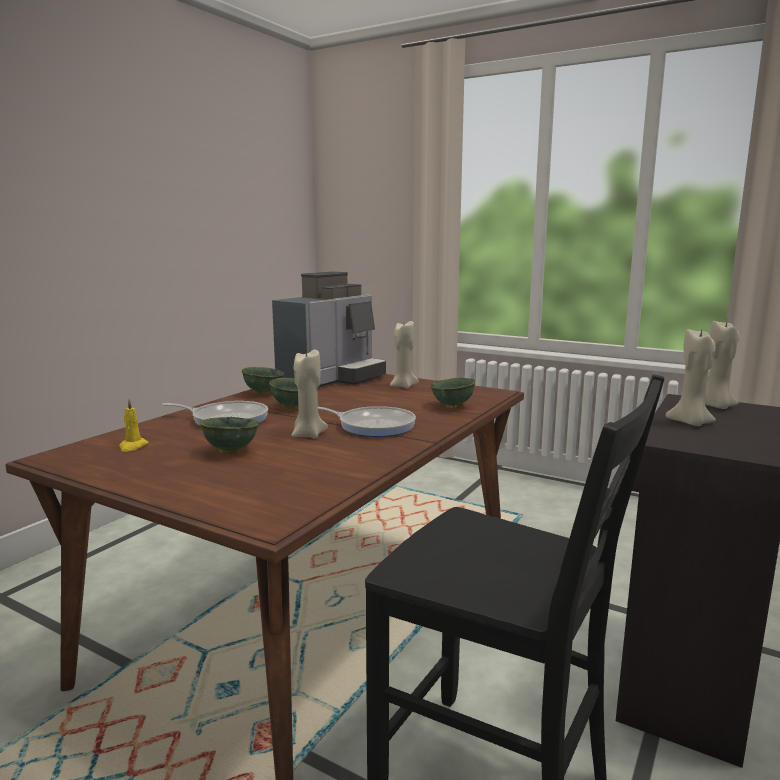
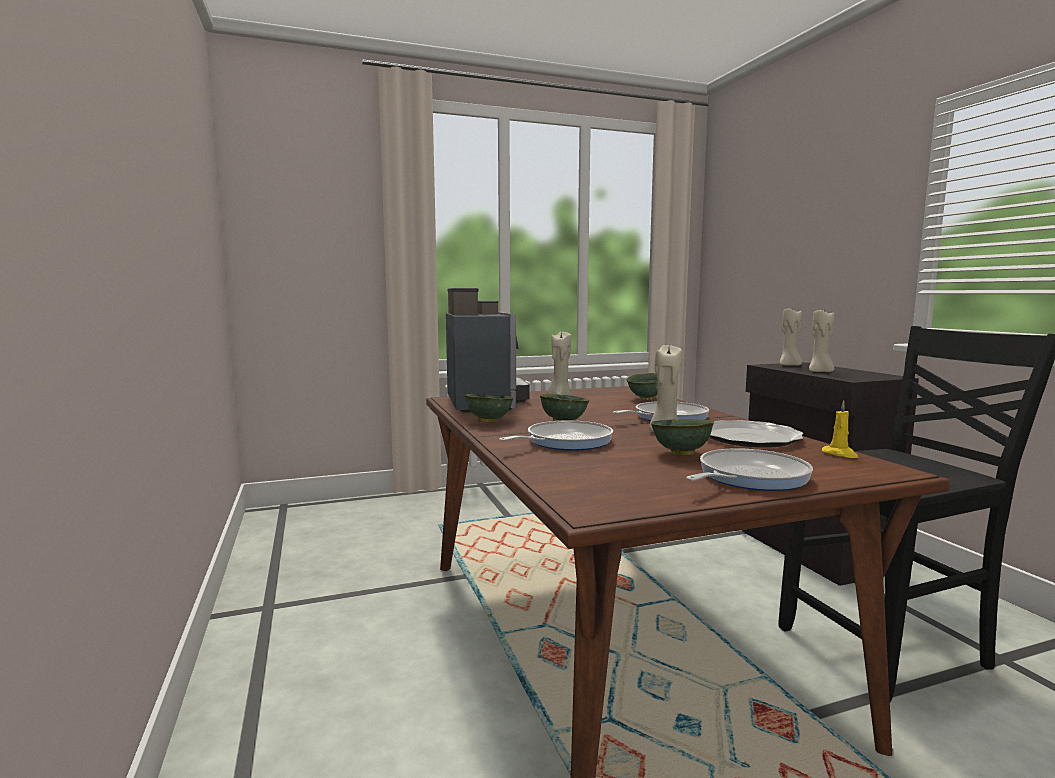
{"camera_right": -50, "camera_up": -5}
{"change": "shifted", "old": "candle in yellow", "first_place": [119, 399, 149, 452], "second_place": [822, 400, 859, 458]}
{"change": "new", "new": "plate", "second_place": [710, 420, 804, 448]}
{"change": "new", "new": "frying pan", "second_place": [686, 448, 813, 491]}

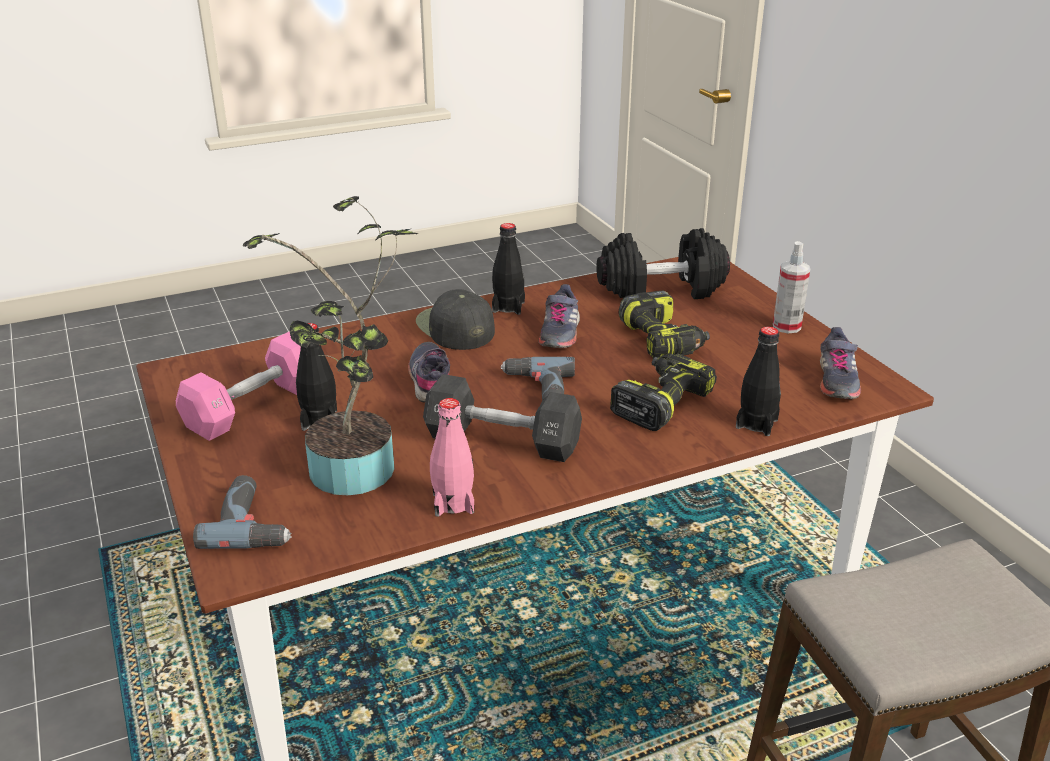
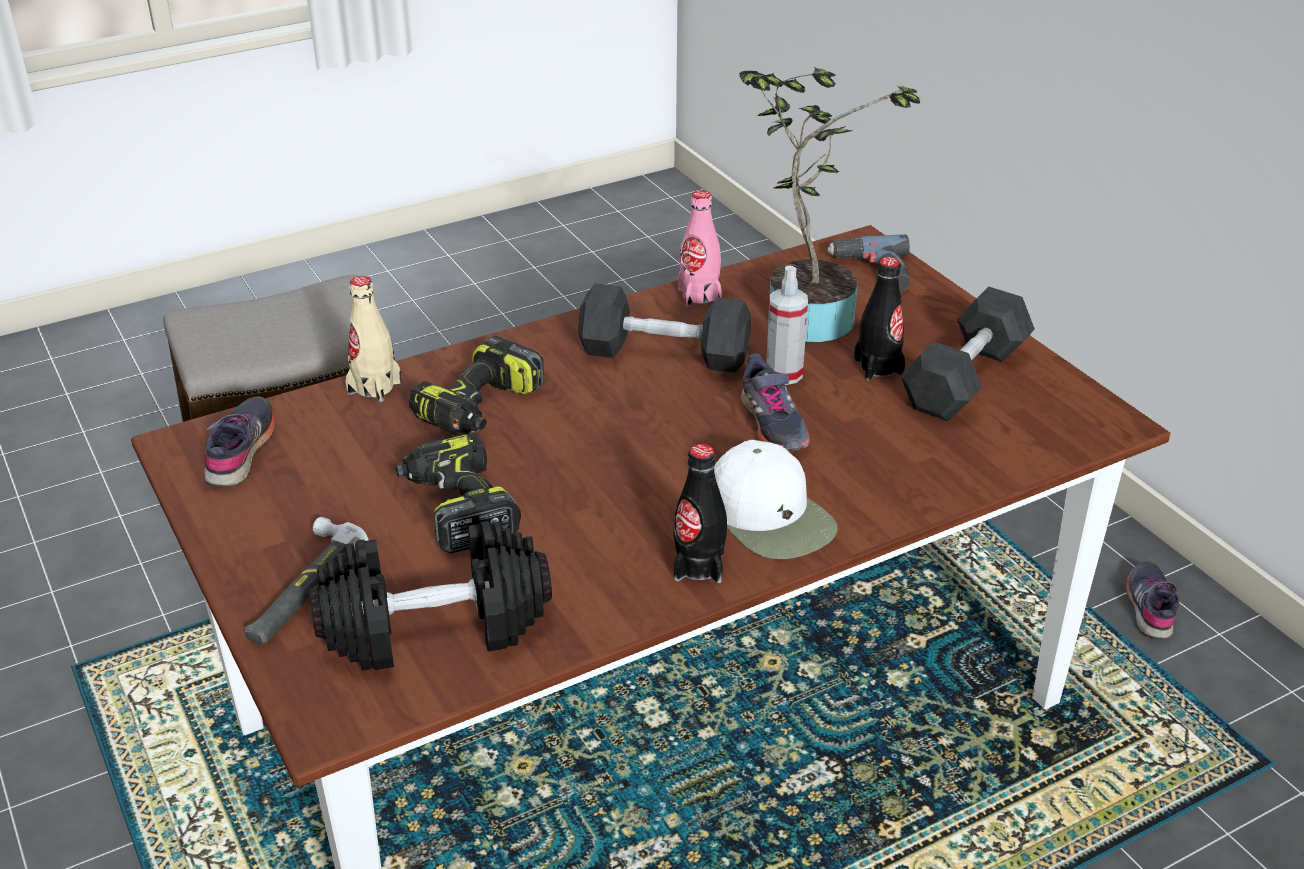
{"camera_right": 175, "camera_up": 5}
{"change": "shifted", "old": "spray bottle", "first_place": [773, 241, 810, 333], "second_place": [766, 265, 808, 385]}
{"change": "shifted", "old": "shoe in grey", "first_place": [539, 284, 580, 348], "second_place": [1126, 561, 1180, 639]}
{"change": "repainted", "old": "cap in black", "new": "cap in white", "first_place": [416, 289, 495, 350], "second_place": [714, 440, 838, 559]}
{"change": "repainted", "old": "bottle in black", "new": "bottle in beige", "first_place": [736, 327, 781, 436], "second_place": [345, 276, 401, 402]}
{"change": "repainted", "old": "dumbbell in pink", "new": "dumbbell in black", "first_place": [176, 331, 301, 441], "second_place": [900, 286, 1035, 422]}
{"change": "gone", "old": "power drill", "first_place": [501, 357, 575, 401]}
{"change": "new", "new": "hammer", "second_place": [244, 517, 369, 644]}

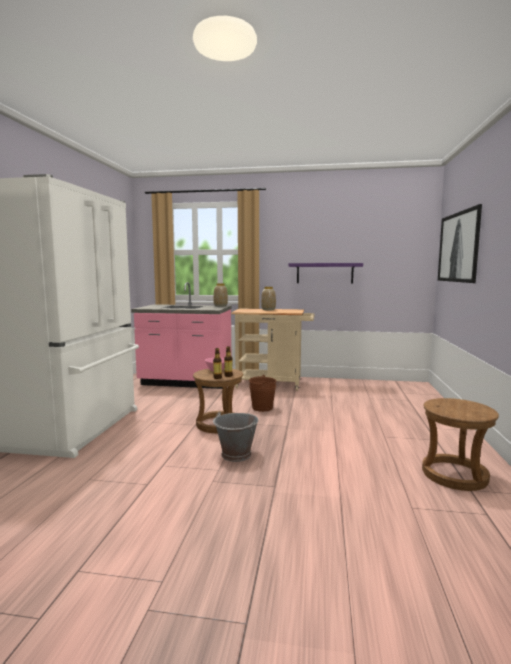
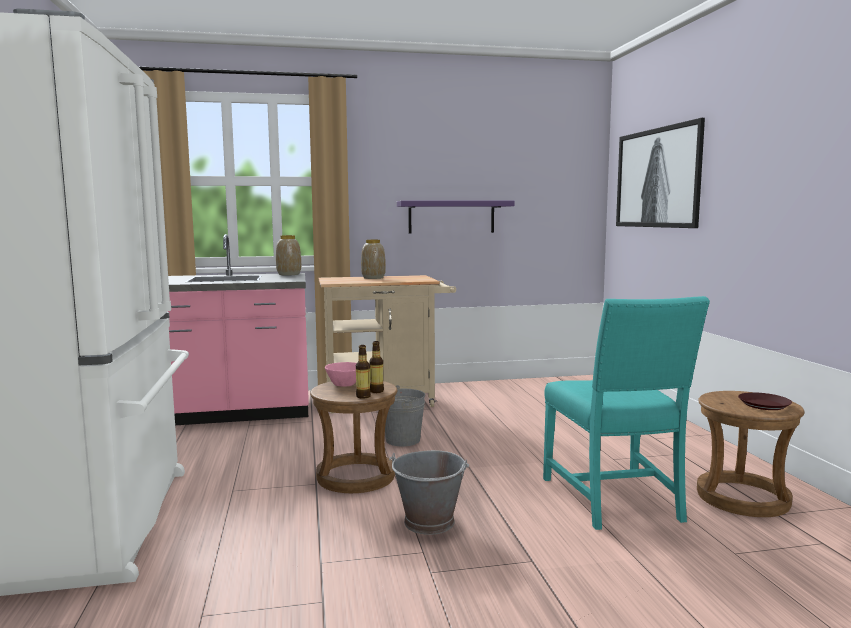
{"camera_right": -20, "camera_up": 0}
{"change": "repainted", "old": "bucket in brown", "new": "bucket in grey", "first_place": [249, 375, 276, 412], "second_place": [385, 385, 425, 446]}
{"change": "new", "new": "chair in turquoise", "second_place": [543, 296, 710, 530]}
{"change": "new", "new": "plate in brown", "second_place": [738, 392, 792, 410]}

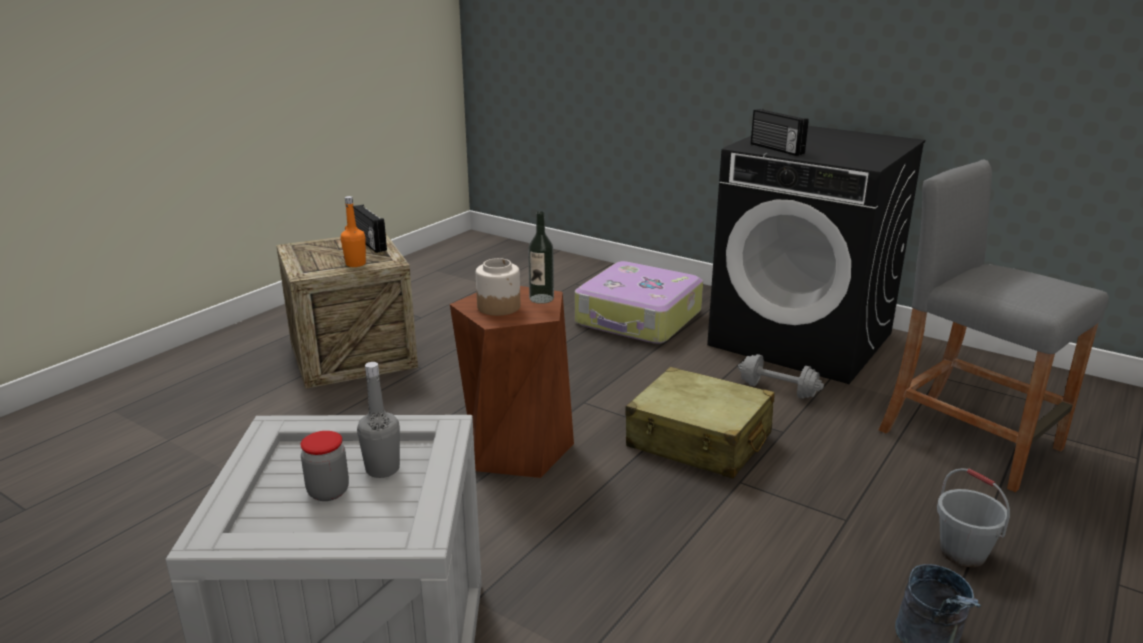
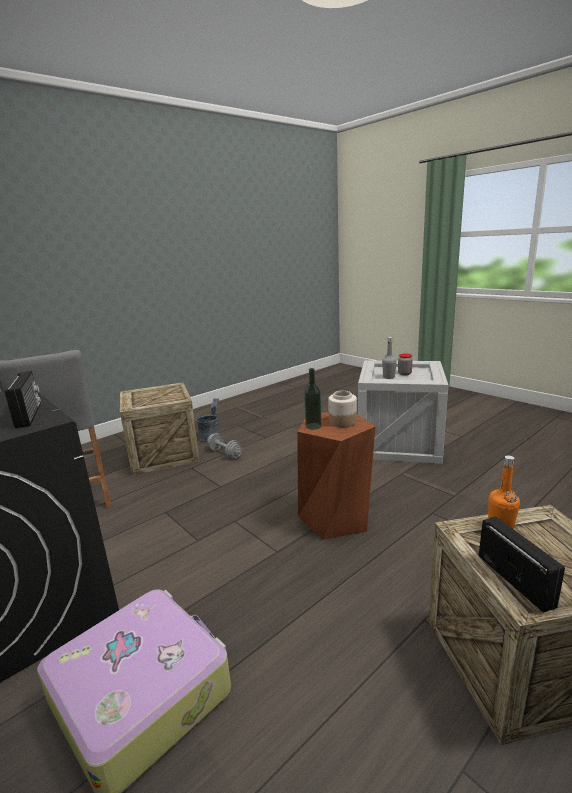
{"camera_right": -165, "camera_up": -5}
{"change": "shifted", "old": "dumbbell in grey", "first_place": [738, 354, 824, 399], "second_place": [207, 433, 242, 458]}
{"change": "gone", "old": "suitcase in beige", "first_place": [625, 367, 774, 479]}
{"change": "swapped", "old": "bucket in grey", "new": "crate", "first_place": [937, 468, 1010, 567], "second_place": [120, 382, 200, 475]}

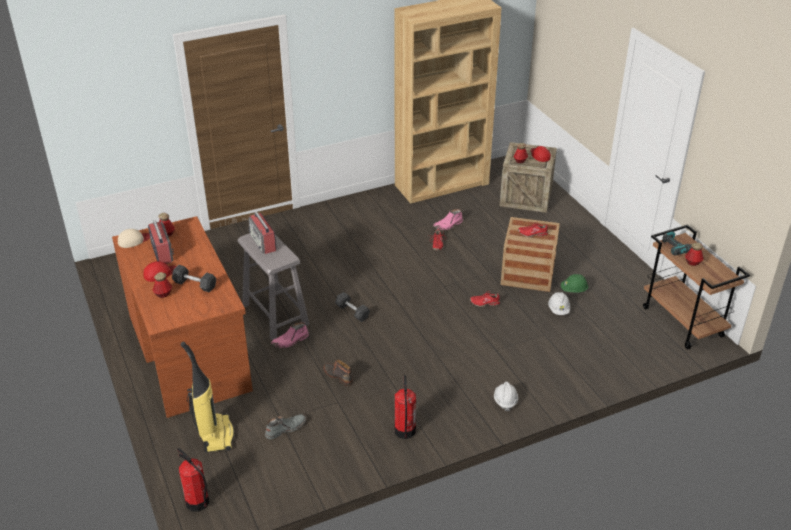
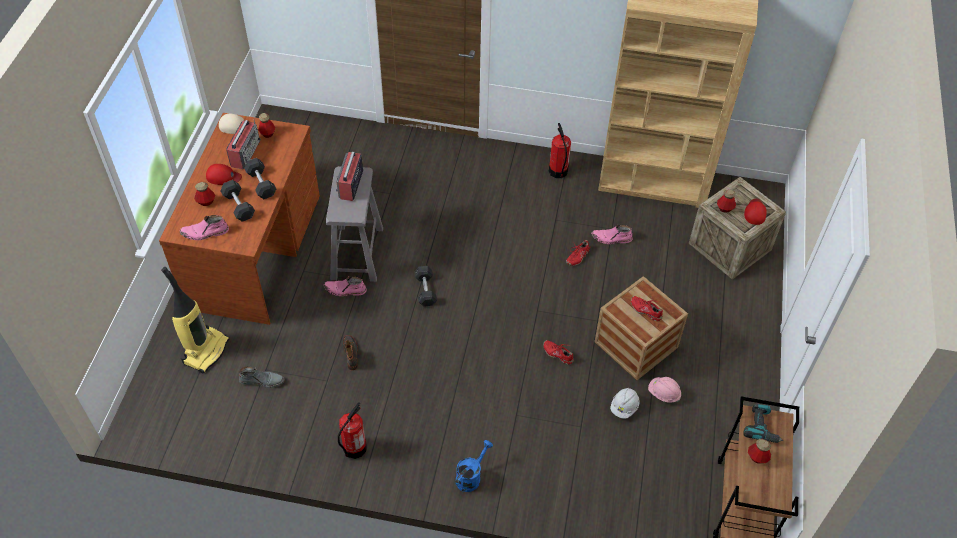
{"camera_right": 35, "camera_up": 15}
{"change": "repainted", "old": "hard hat in green", "new": "hard hat in pink", "first_place": [561, 274, 588, 293], "second_place": [648, 377, 681, 403]}
{"change": "swapped", "old": "hard hat in white", "new": "watering can in blue", "first_place": [494, 382, 518, 411], "second_place": [455, 440, 493, 492]}
{"change": "shifted", "old": "fire extinguisher", "first_place": [177, 448, 209, 512], "second_place": [549, 123, 571, 178]}
{"change": "new", "new": "dumbbell in grey", "second_place": [244, 158, 276, 199]}
{"change": "new", "new": "boot in pink", "second_place": [180, 215, 229, 240]}

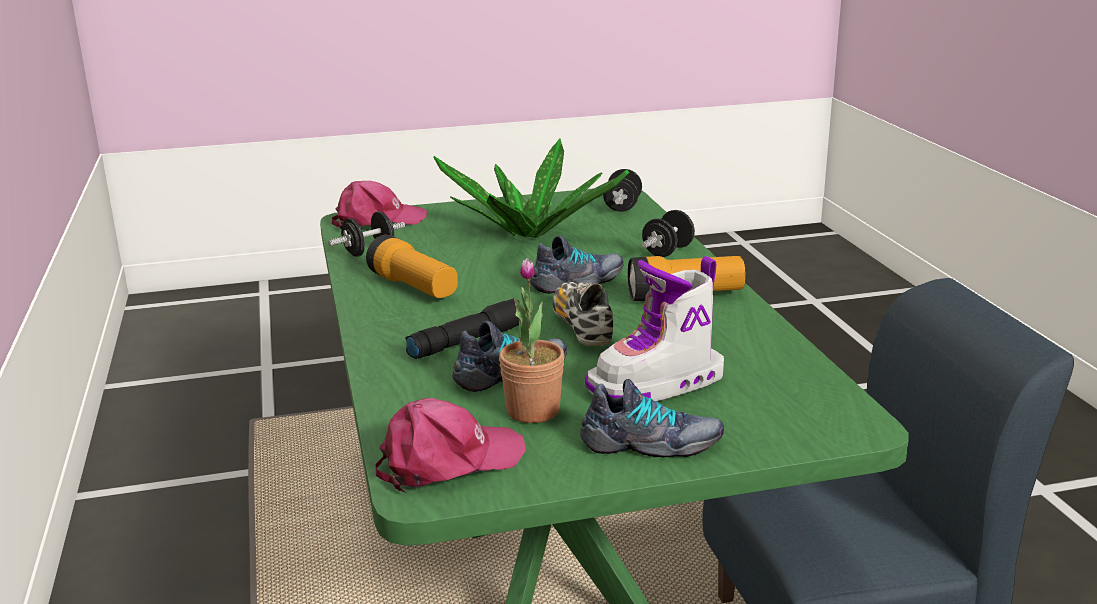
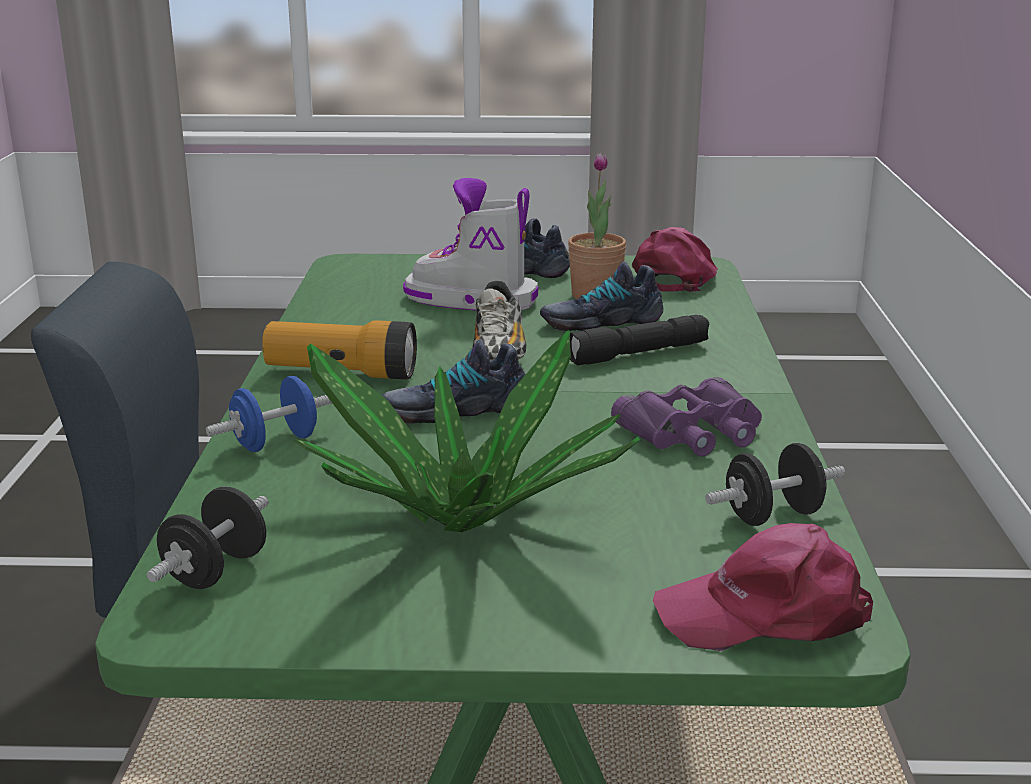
{"camera_right": -165, "camera_up": 0}
{"change": "repainted", "old": "dumbbell in black", "new": "dumbbell in blue", "first_place": [642, 210, 695, 257], "second_place": [206, 376, 332, 452]}
{"change": "swapped", "old": "flashlight", "new": "binoculars in purple", "first_place": [366, 235, 458, 298], "second_place": [611, 377, 762, 457]}
{"change": "rotated", "old": "boot", "first_place": [585, 256, 724, 401], "second_place": [403, 178, 538, 310], "degrees": -150}
{"change": "rotated", "old": "cap in pink", "first_place": [376, 398, 526, 493], "second_place": [632, 227, 718, 292], "degrees": 120}

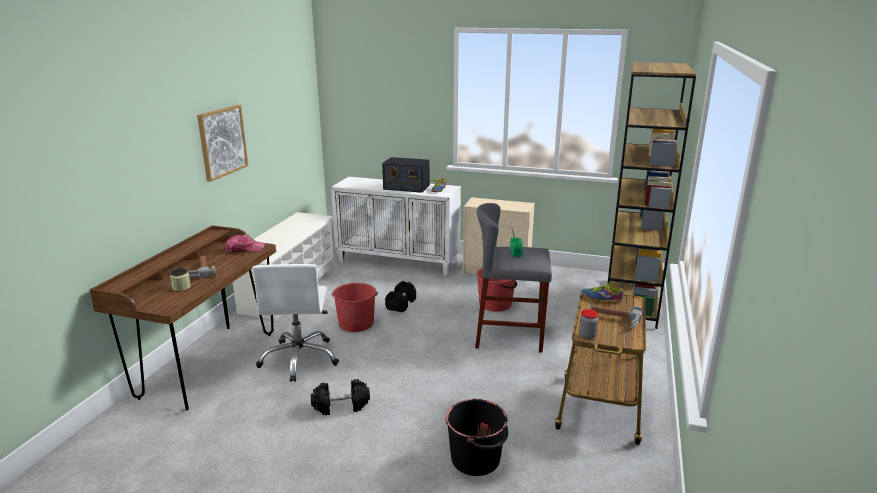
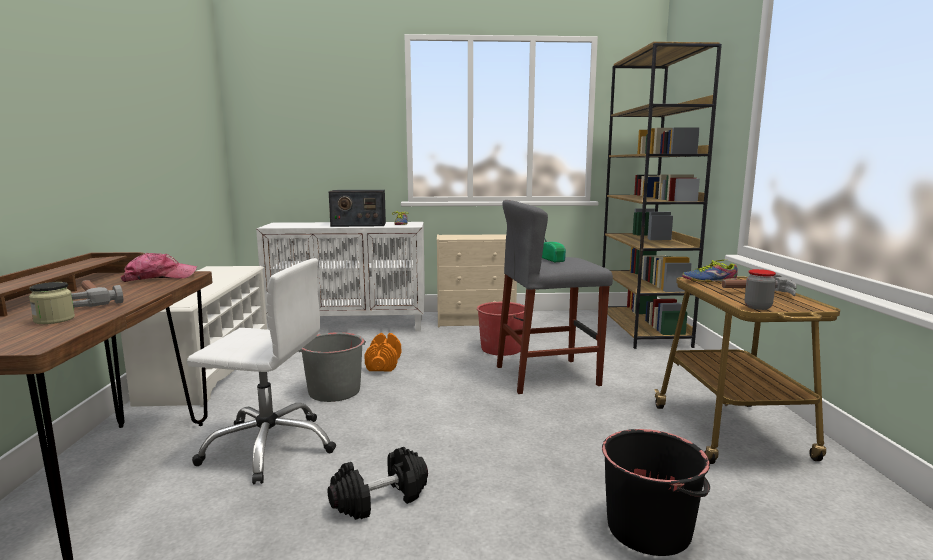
{"camera_right": -20, "camera_up": -10}
{"change": "gone", "old": "picture", "first_place": [197, 105, 248, 182]}
{"change": "rotated", "old": "office chair in white", "first_place": [252, 264, 339, 382], "second_place": [187, 258, 336, 484], "degrees": -60}
{"change": "repainted", "old": "dumbbell in black", "new": "dumbbell in orange", "first_place": [385, 281, 416, 312], "second_place": [364, 333, 401, 371]}
{"change": "repainted", "old": "bucket in red", "new": "bucket in grey", "first_place": [332, 283, 378, 332], "second_place": [298, 332, 366, 402]}

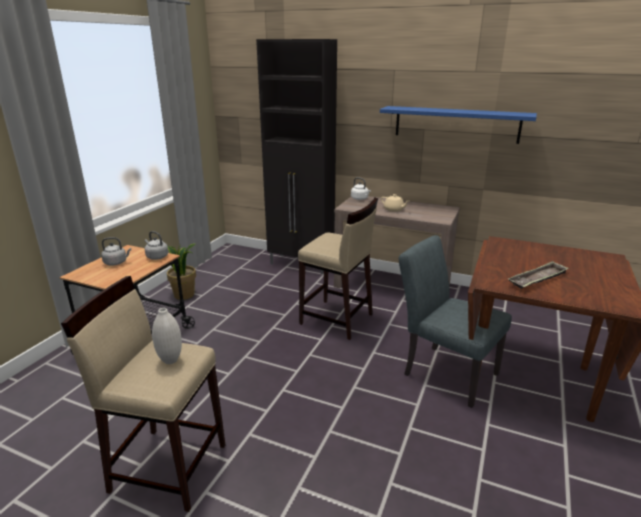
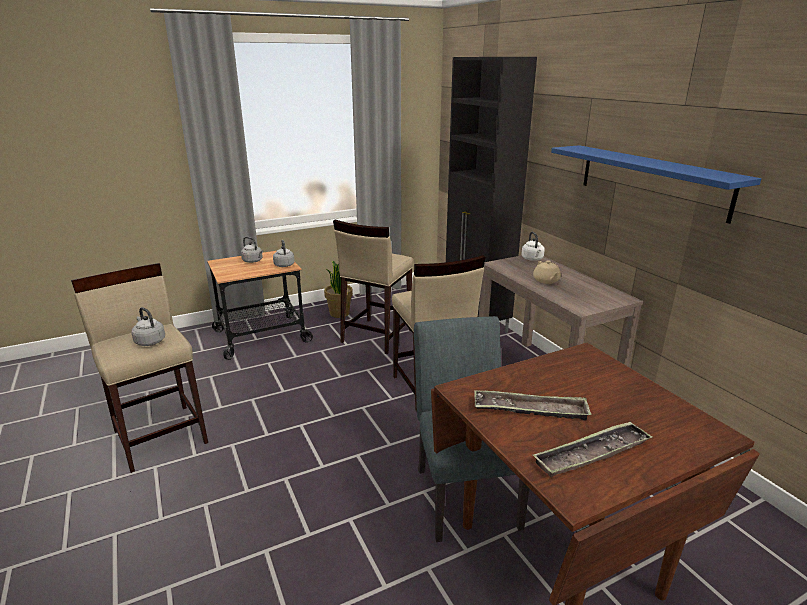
{"camera_right": 40, "camera_up": 0}
{"change": "swapped", "old": "vase in white", "new": "kettle in grey", "first_place": [152, 308, 182, 364], "second_place": [131, 307, 165, 346]}
{"change": "new", "new": "stool in beige", "second_place": [333, 219, 413, 354]}
{"change": "new", "new": "tray", "second_place": [532, 421, 652, 477]}

